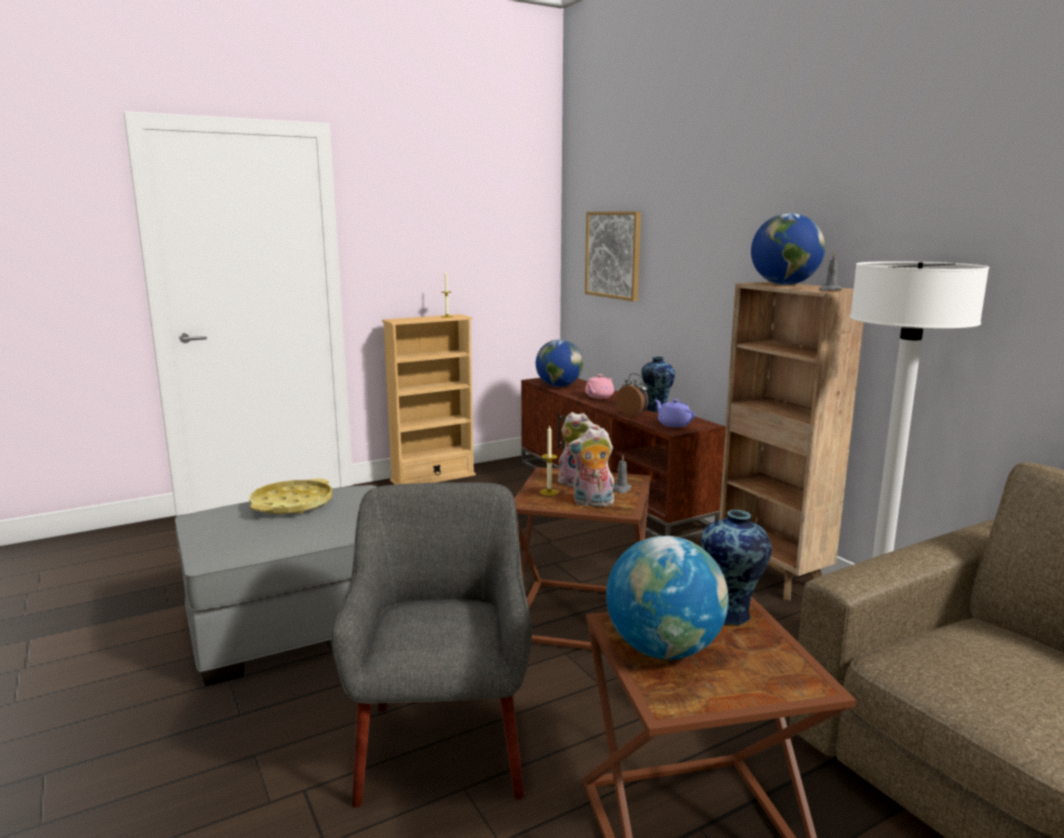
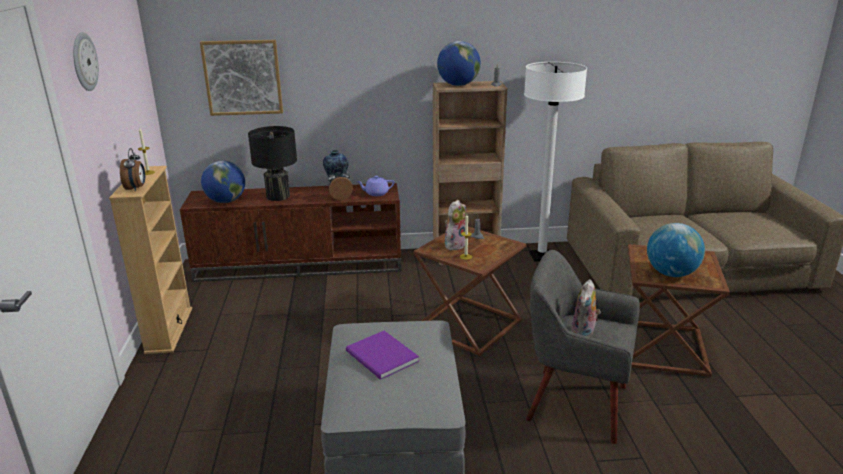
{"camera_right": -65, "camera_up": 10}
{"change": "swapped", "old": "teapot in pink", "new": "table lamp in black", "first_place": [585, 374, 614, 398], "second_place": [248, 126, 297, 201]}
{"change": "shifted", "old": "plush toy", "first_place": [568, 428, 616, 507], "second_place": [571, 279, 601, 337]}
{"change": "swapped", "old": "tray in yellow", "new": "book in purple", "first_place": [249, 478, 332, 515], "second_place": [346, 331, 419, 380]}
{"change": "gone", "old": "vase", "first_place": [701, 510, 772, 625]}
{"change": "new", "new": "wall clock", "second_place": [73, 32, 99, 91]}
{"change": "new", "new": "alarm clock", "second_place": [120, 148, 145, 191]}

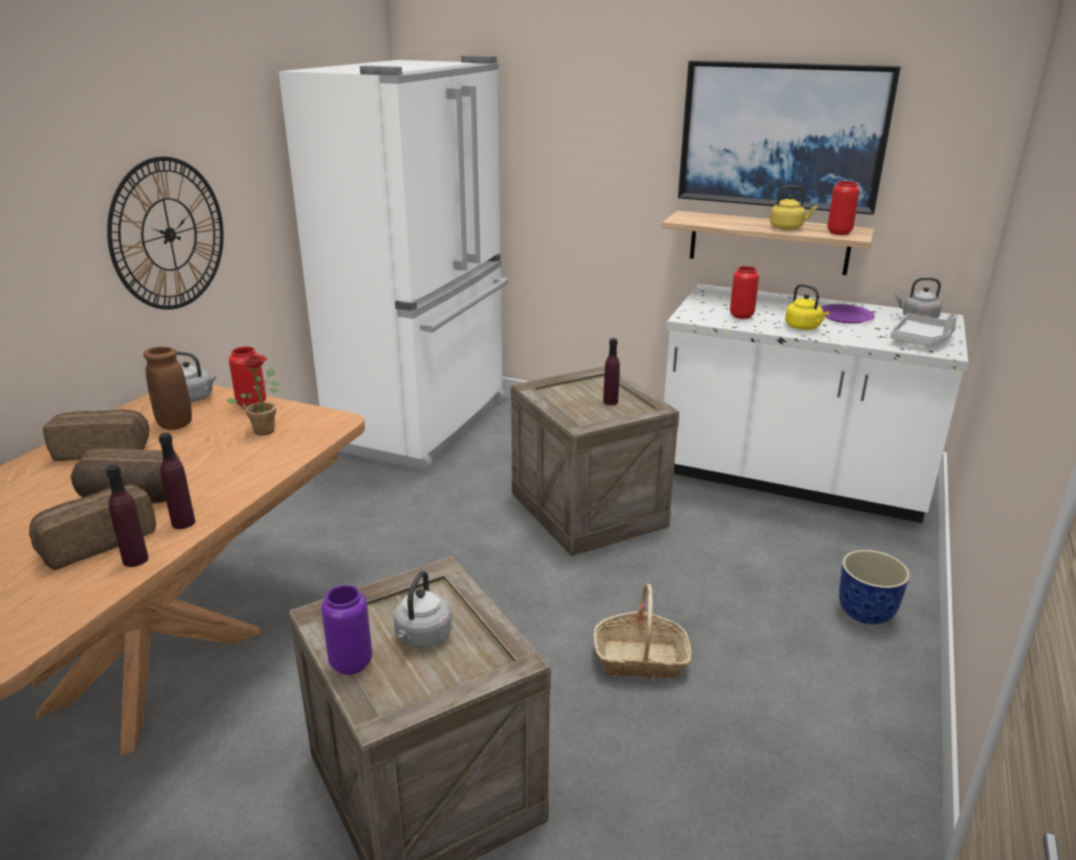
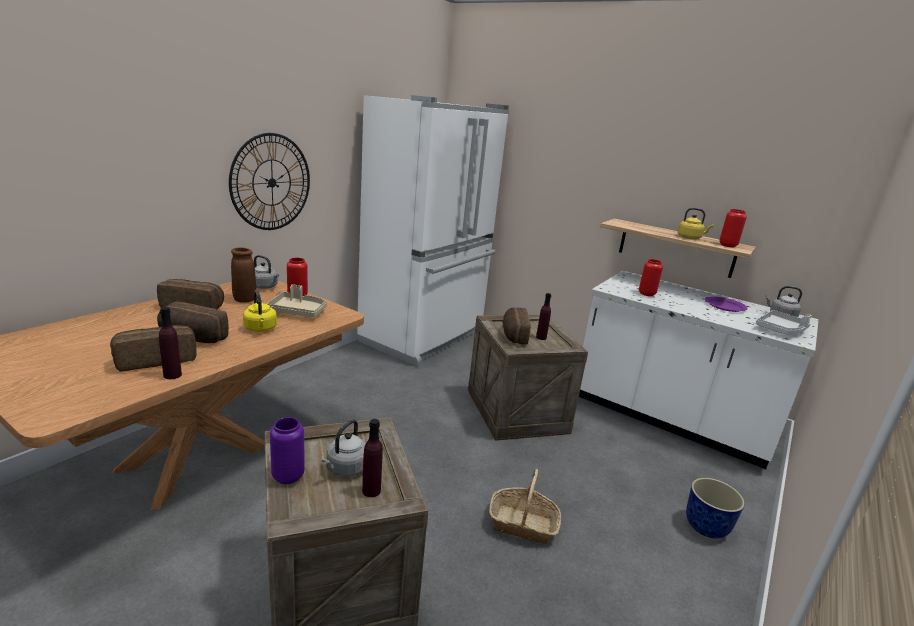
{"camera_right": 10, "camera_up": -5}
{"change": "gone", "old": "picture", "first_place": [678, 60, 901, 215]}
{"change": "shifted", "old": "kettle in yellow", "first_place": [785, 284, 830, 330], "second_place": [243, 290, 277, 332]}
{"change": "swapped", "old": "potted plant", "new": "tray in beige", "first_place": [226, 355, 280, 435], "second_place": [266, 284, 327, 317]}
{"change": "shifted", "old": "bottle in purple", "first_place": [159, 433, 195, 529], "second_place": [362, 419, 383, 497]}
{"change": "new", "new": "bread", "second_place": [503, 308, 531, 345]}

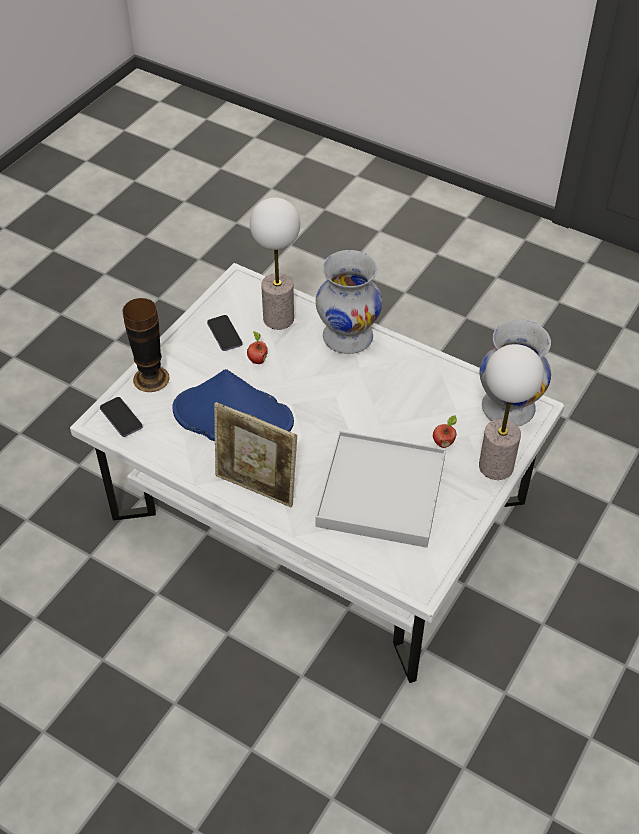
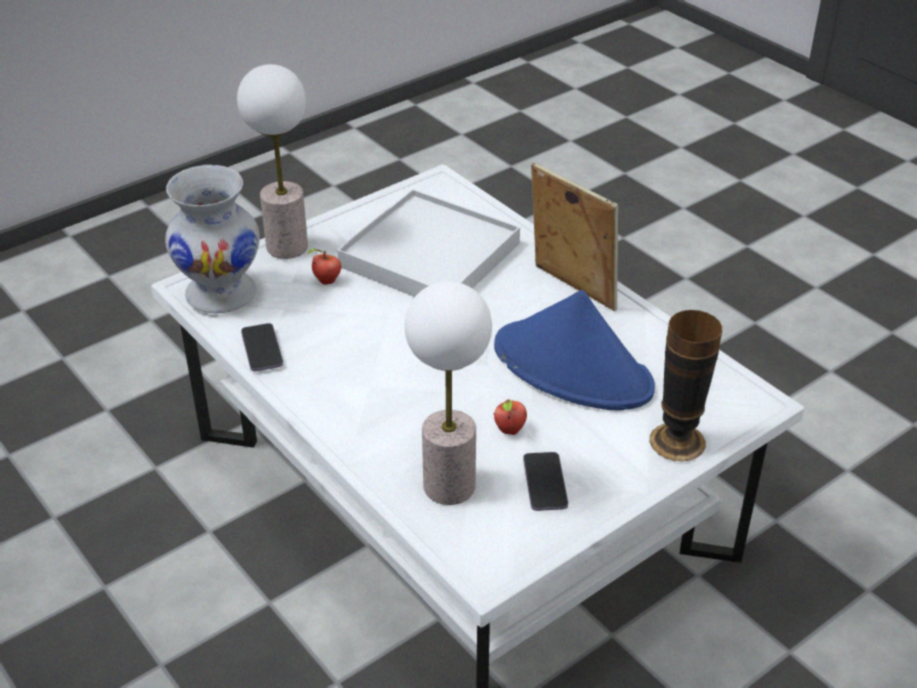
{"camera_right": -160, "camera_up": -10}
{"change": "gone", "old": "vase in white", "first_place": [316, 250, 382, 354]}
{"change": "shifted", "old": "phone", "first_place": [100, 397, 143, 437], "second_place": [241, 323, 283, 372]}

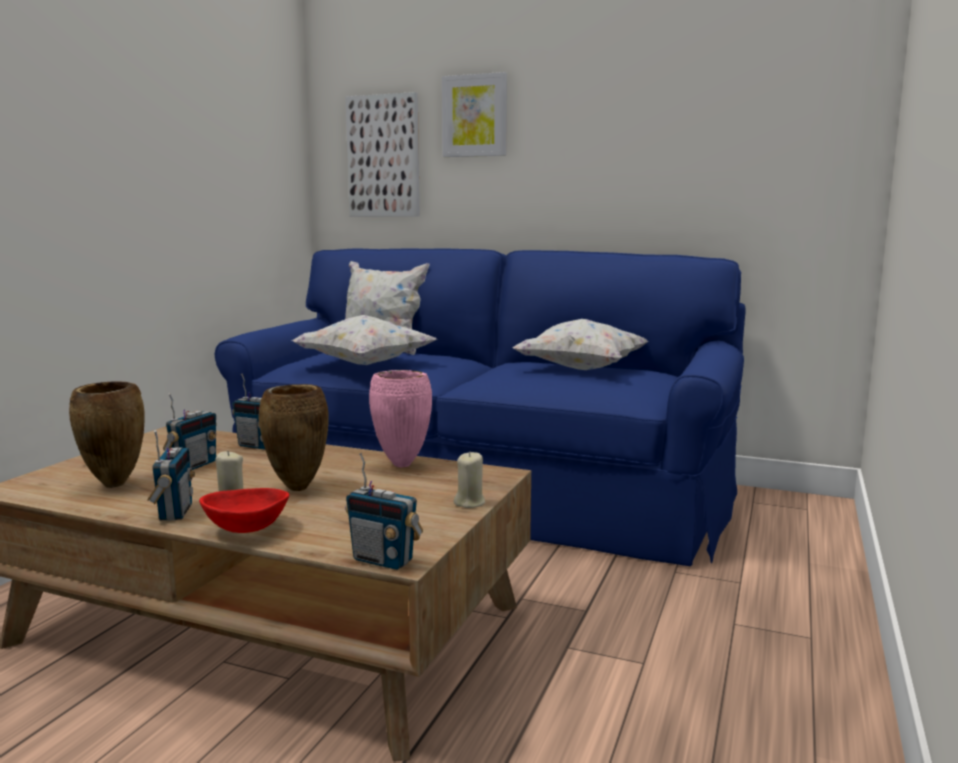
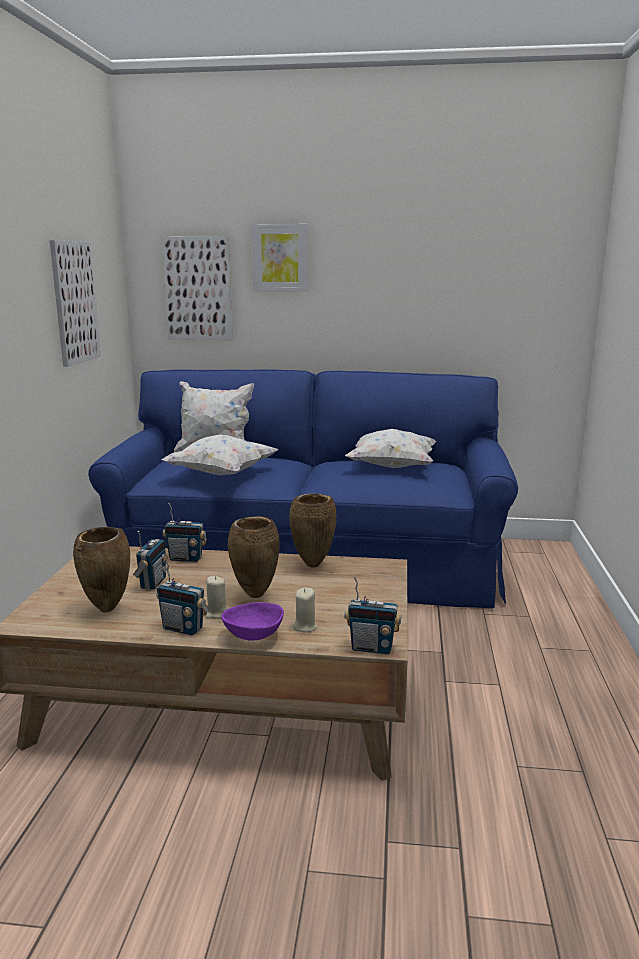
{"camera_right": -15, "camera_up": 5}
{"change": "repainted", "old": "vase in pink", "new": "vase in brown", "first_place": [369, 370, 432, 467], "second_place": [289, 493, 336, 568]}
{"change": "rotated", "old": "radio", "first_place": [147, 430, 195, 521], "second_place": [156, 559, 209, 635], "degrees": 135}
{"change": "shifted", "old": "candle in beige", "first_place": [454, 452, 485, 508], "second_place": [293, 588, 317, 633]}
{"change": "repainted", "old": "bowl in red", "new": "bowl in purple", "first_place": [199, 488, 289, 533], "second_place": [221, 602, 284, 641]}
{"change": "new", "new": "picture", "second_place": [50, 240, 101, 367]}

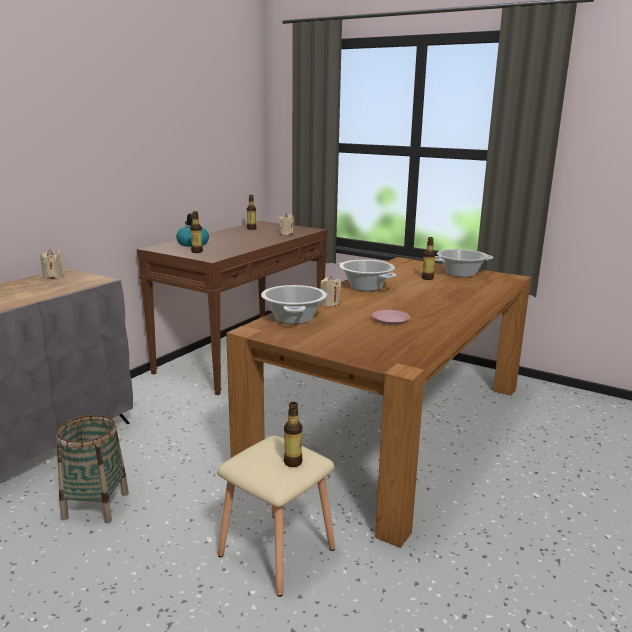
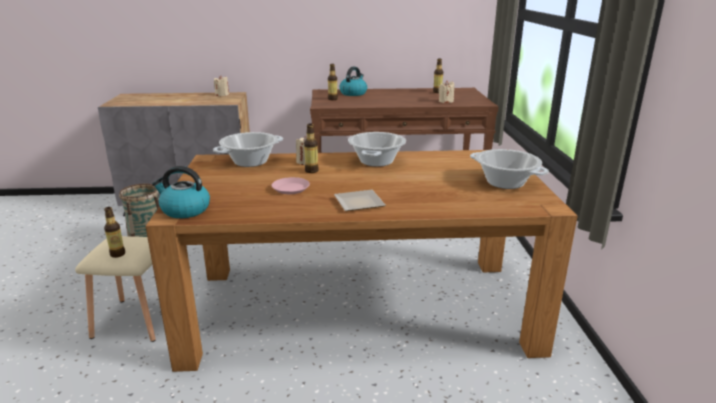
{"camera_right": 55, "camera_up": 5}
{"change": "shifted", "old": "bottle", "first_place": [422, 237, 435, 280], "second_place": [304, 124, 319, 173]}
{"change": "new", "new": "kettle", "second_place": [152, 166, 210, 218]}
{"change": "new", "new": "plate", "second_place": [334, 190, 386, 211]}

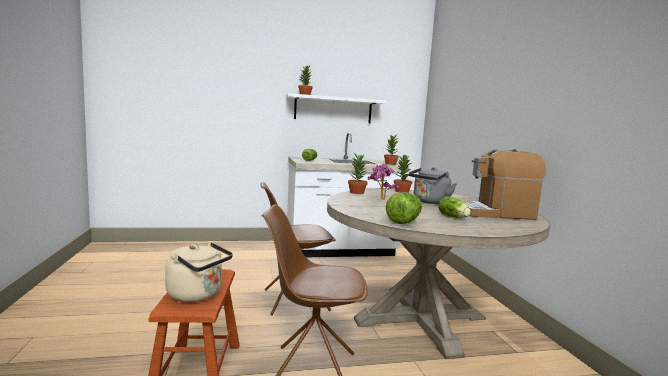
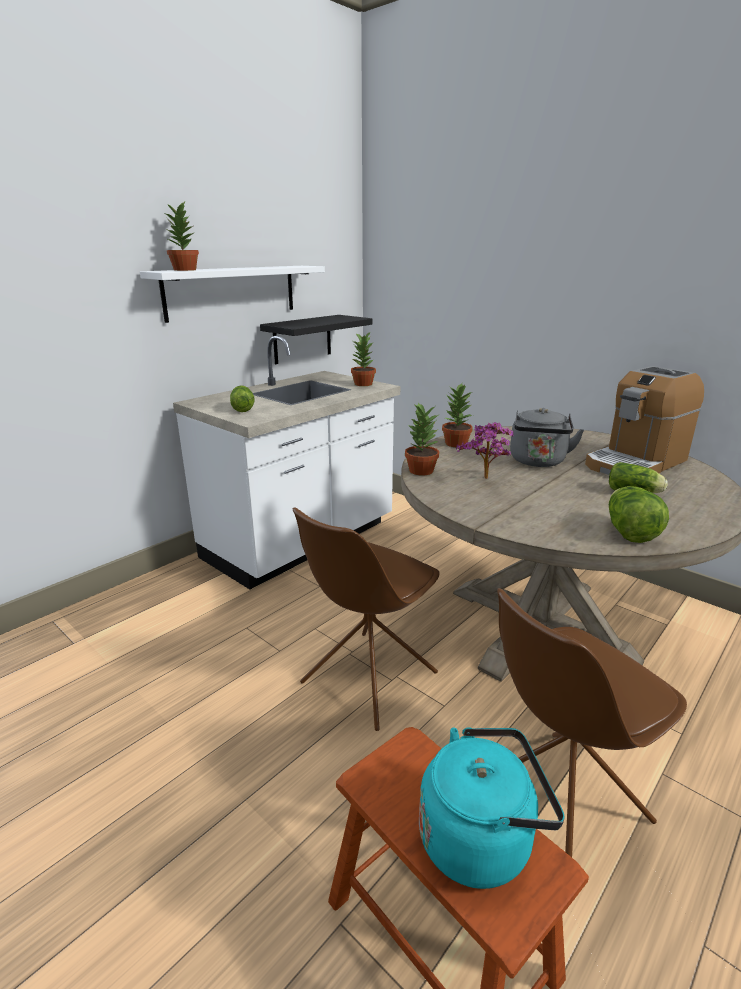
{"camera_right": -35, "camera_up": 15}
{"change": "repainted", "old": "kettle in beige", "new": "kettle in turquoise", "first_place": [165, 242, 233, 302], "second_place": [419, 727, 565, 889]}
{"change": "new", "new": "shelf in black", "second_place": [260, 315, 372, 364]}

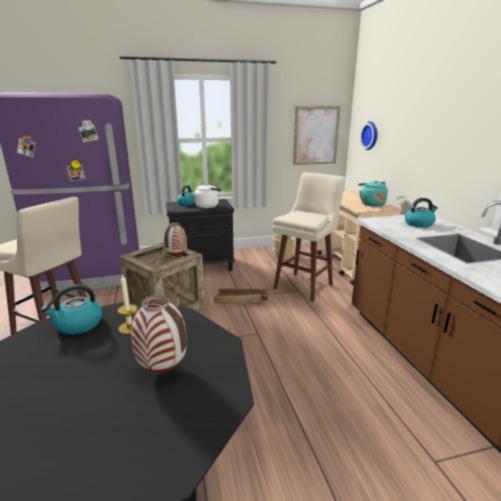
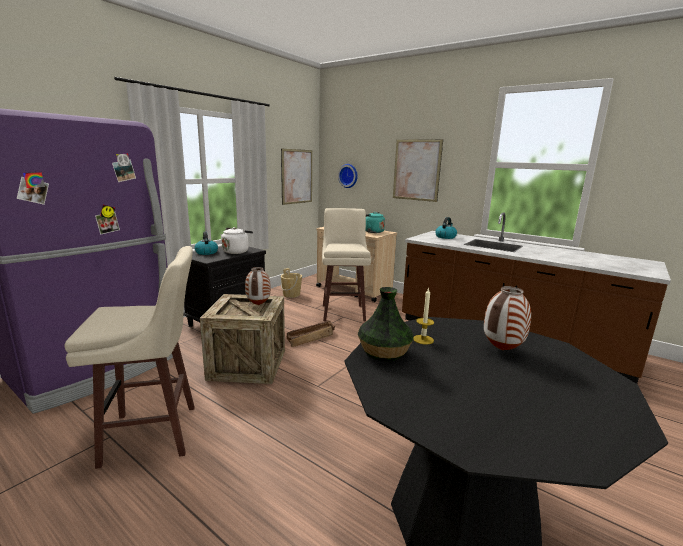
{"camera_right": -40, "camera_up": -5}
{"change": "swapped", "old": "kettle", "new": "vase", "first_place": [41, 284, 102, 334], "second_place": [358, 287, 414, 361]}
{"change": "new", "new": "picture", "second_place": [393, 139, 443, 202]}

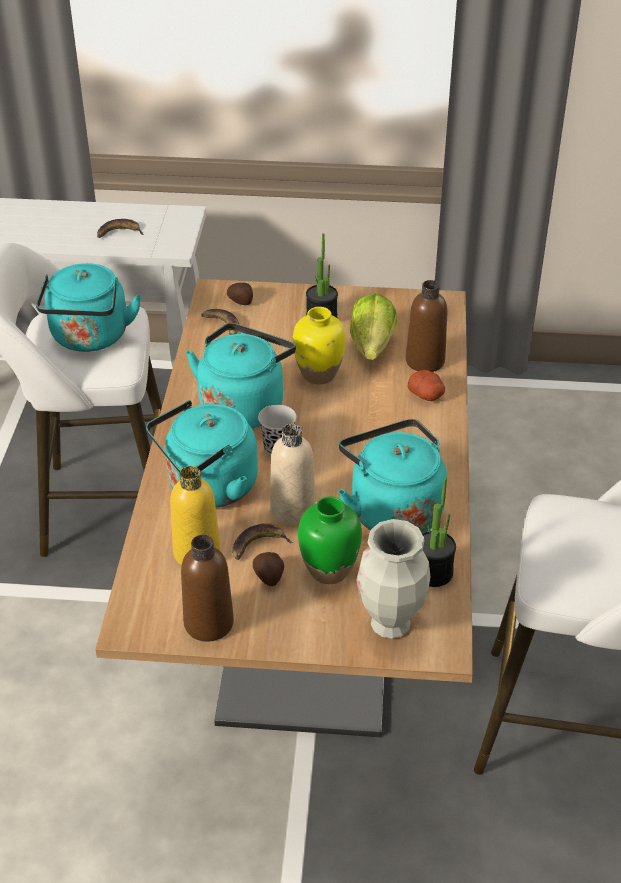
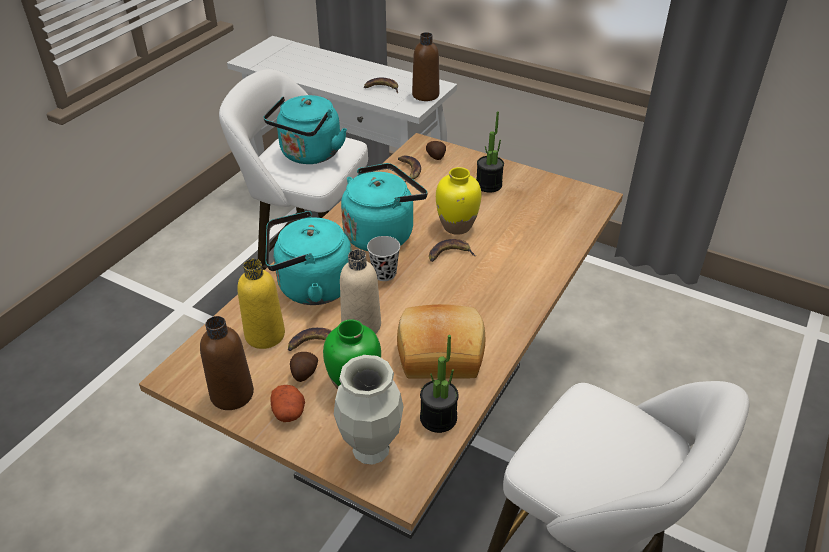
{"camera_right": 25, "camera_up": 0}
{"change": "shifted", "old": "bottle in brown", "first_place": [406, 280, 448, 372], "second_place": [412, 32, 439, 101]}
{"change": "gone", "old": "lettuce", "first_place": [350, 293, 397, 360]}
{"change": "shifted", "old": "potato", "first_place": [408, 370, 445, 401], "second_place": [270, 385, 305, 422]}
{"change": "swapped", "old": "kettle in turquoise", "new": "bread", "first_place": [338, 419, 447, 534], "second_place": [397, 304, 485, 379]}
{"change": "new", "new": "banana", "second_place": [429, 239, 476, 262]}

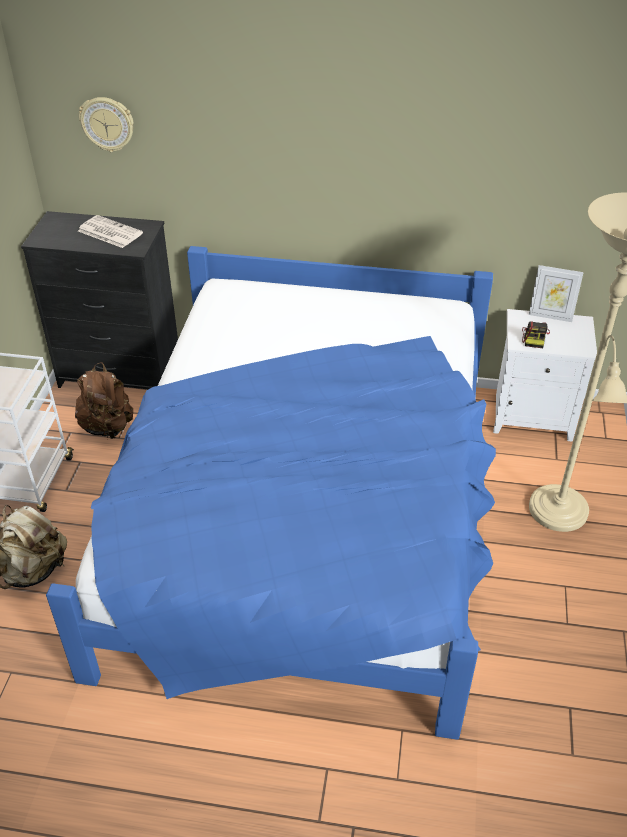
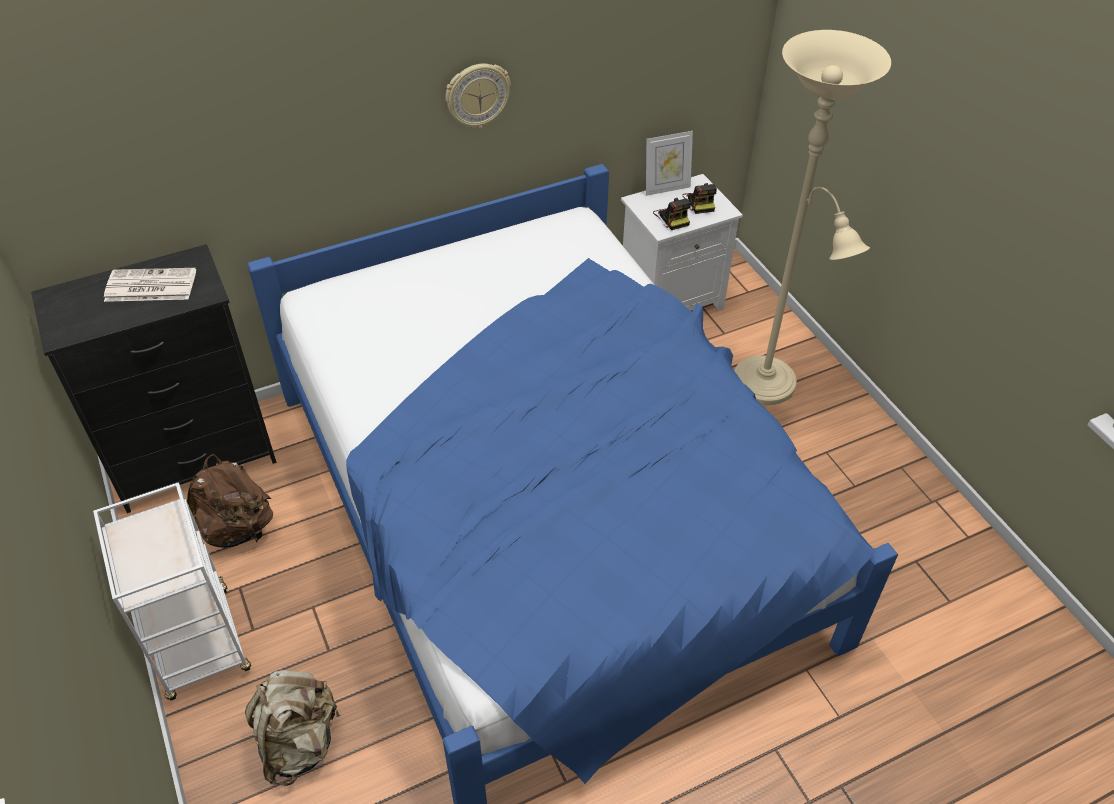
{"camera_right": -35, "camera_up": 5}
{"change": "shifted", "old": "wall clock", "first_place": [79, 97, 134, 152], "second_place": [445, 64, 511, 129]}
{"change": "new", "new": "photo camera", "second_place": [682, 183, 717, 214]}

